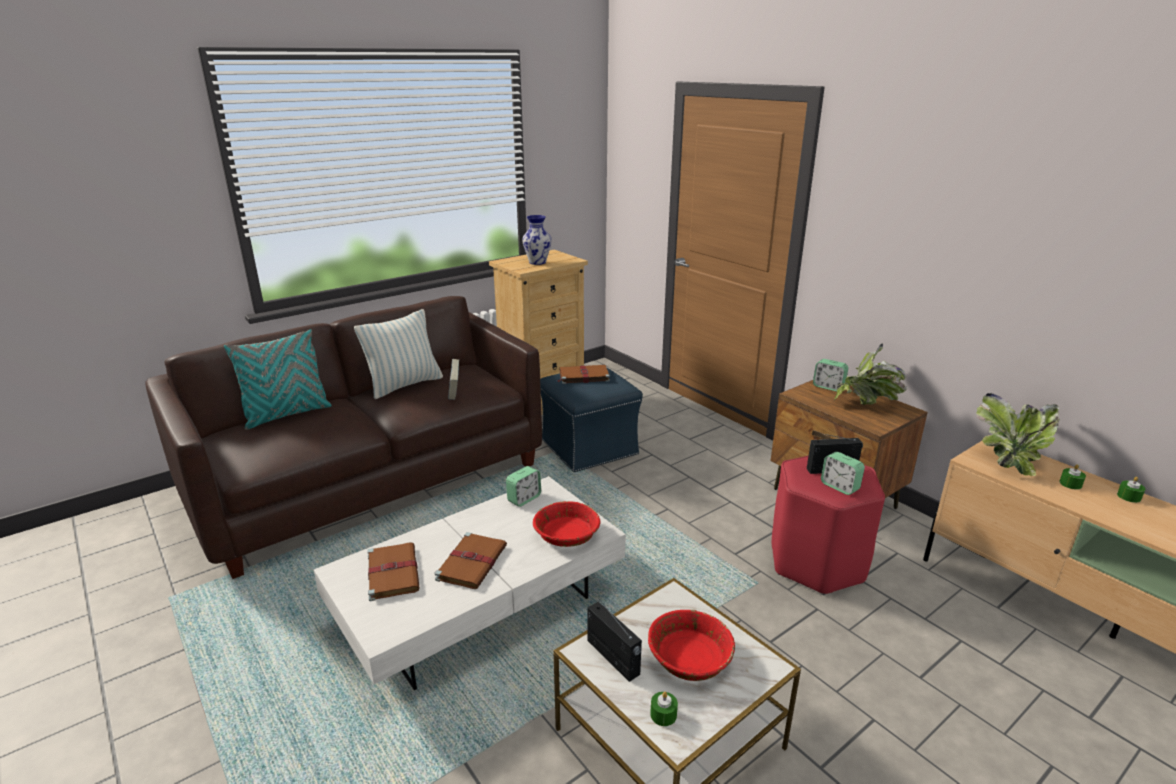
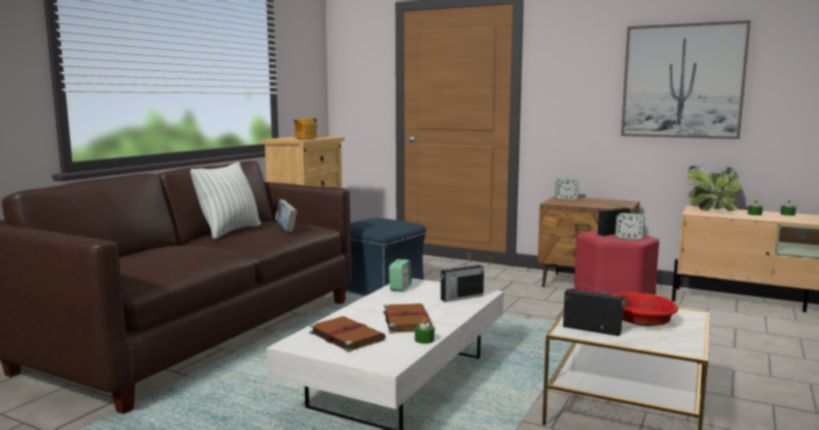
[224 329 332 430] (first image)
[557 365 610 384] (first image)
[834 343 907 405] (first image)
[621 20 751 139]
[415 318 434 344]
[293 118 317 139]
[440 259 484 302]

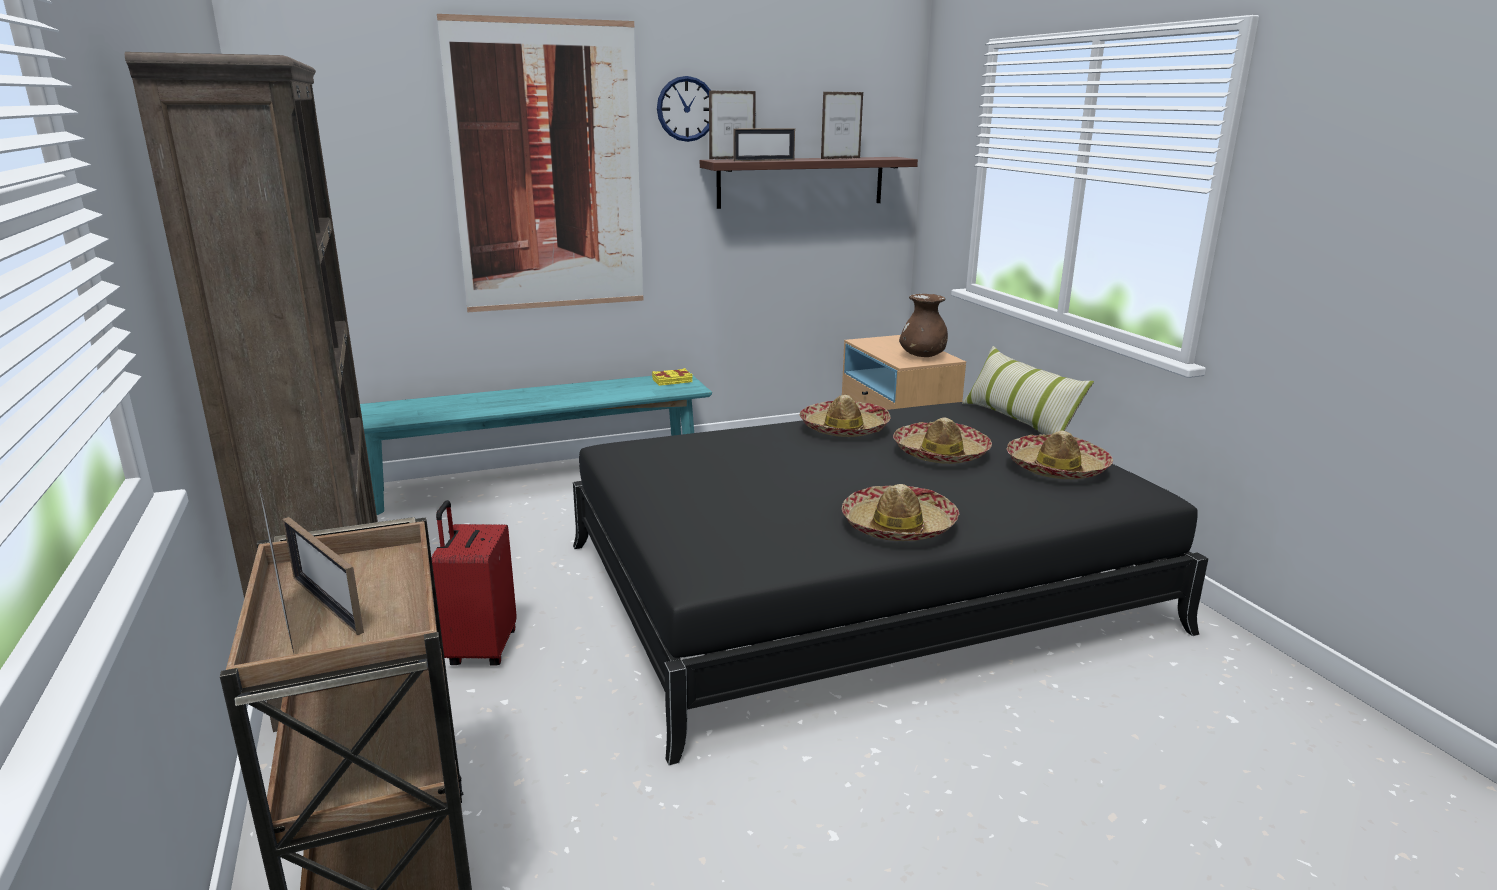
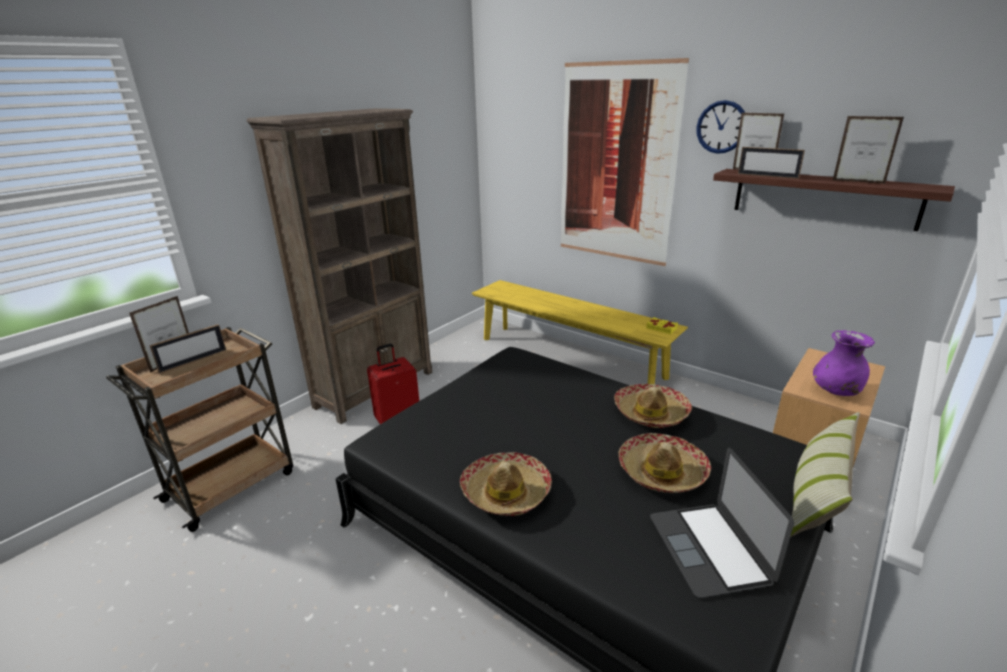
[650 448 794 598]
[472 280 688 384]
[813 330 875 396]
[149 324 226 373]

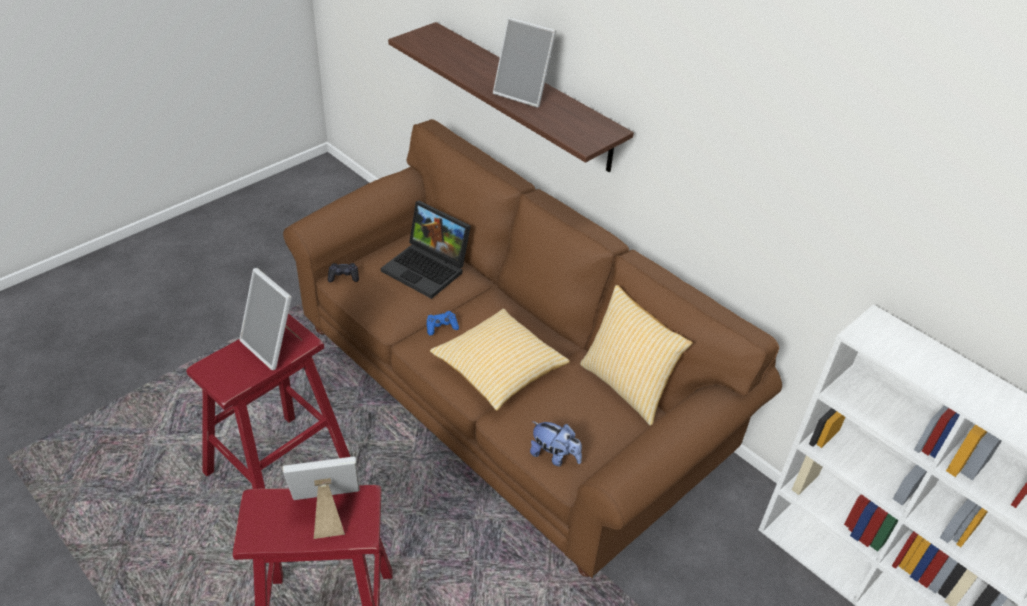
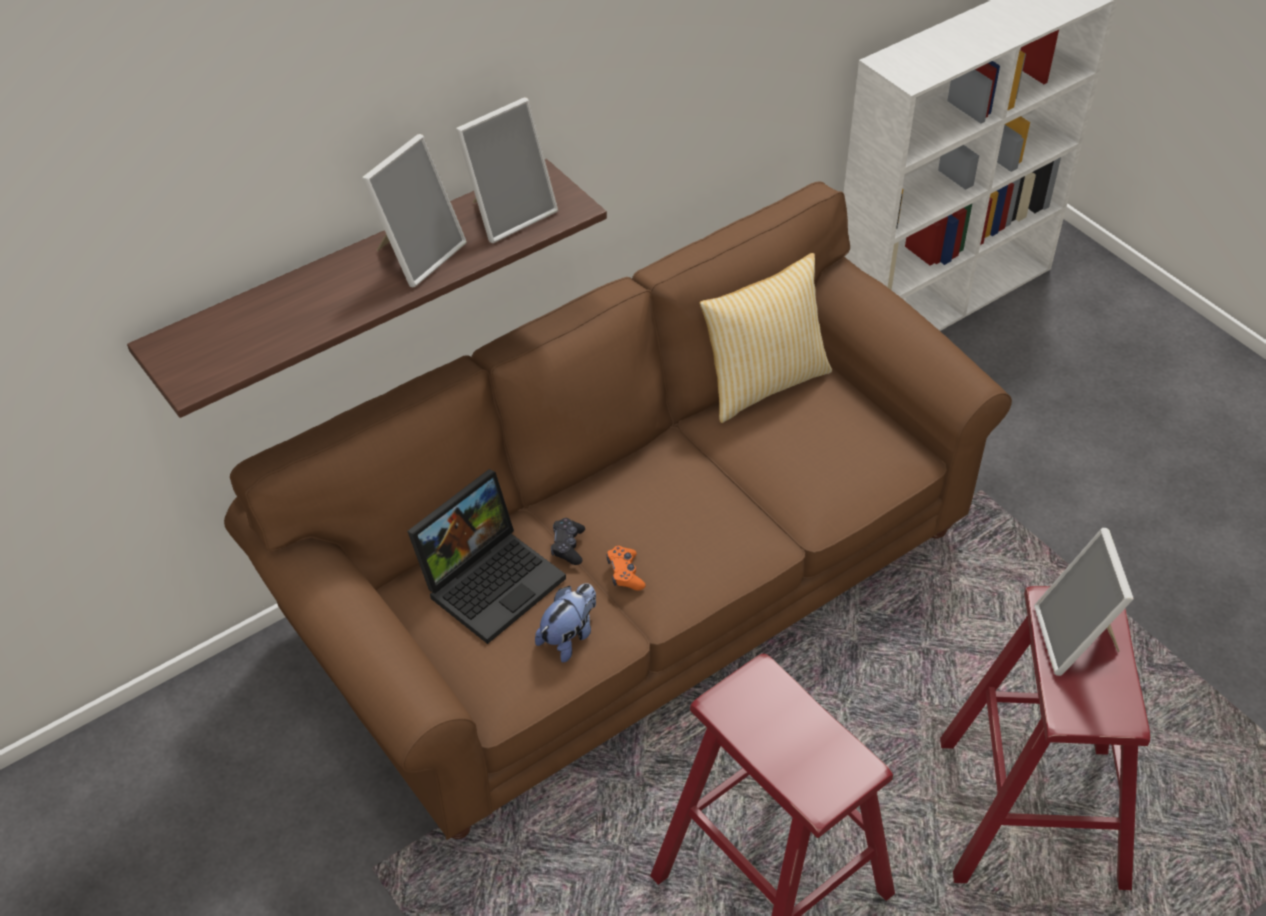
[430 309 570 410] (first image)
[456 97 558 243]
[551 518 585 565]
[535 583 596 662]
[606 546 645 590]

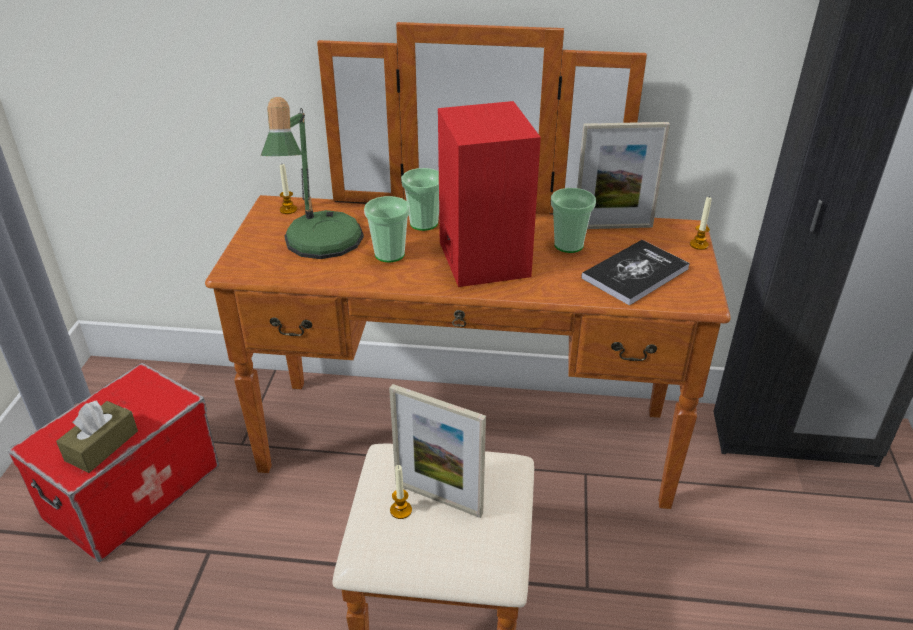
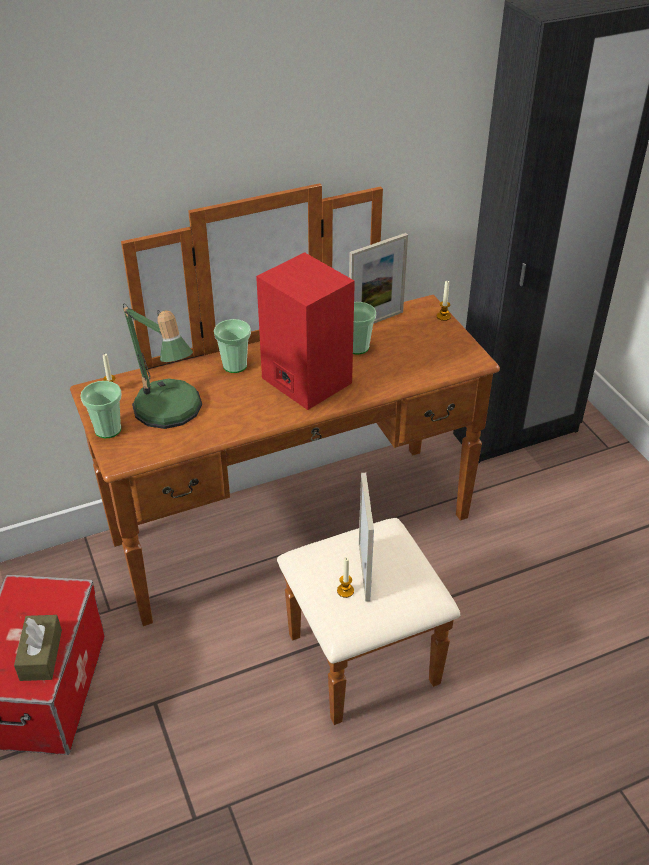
[581 240 690 306] (first image)
[81 381 122 438]
[359 473 374 602]

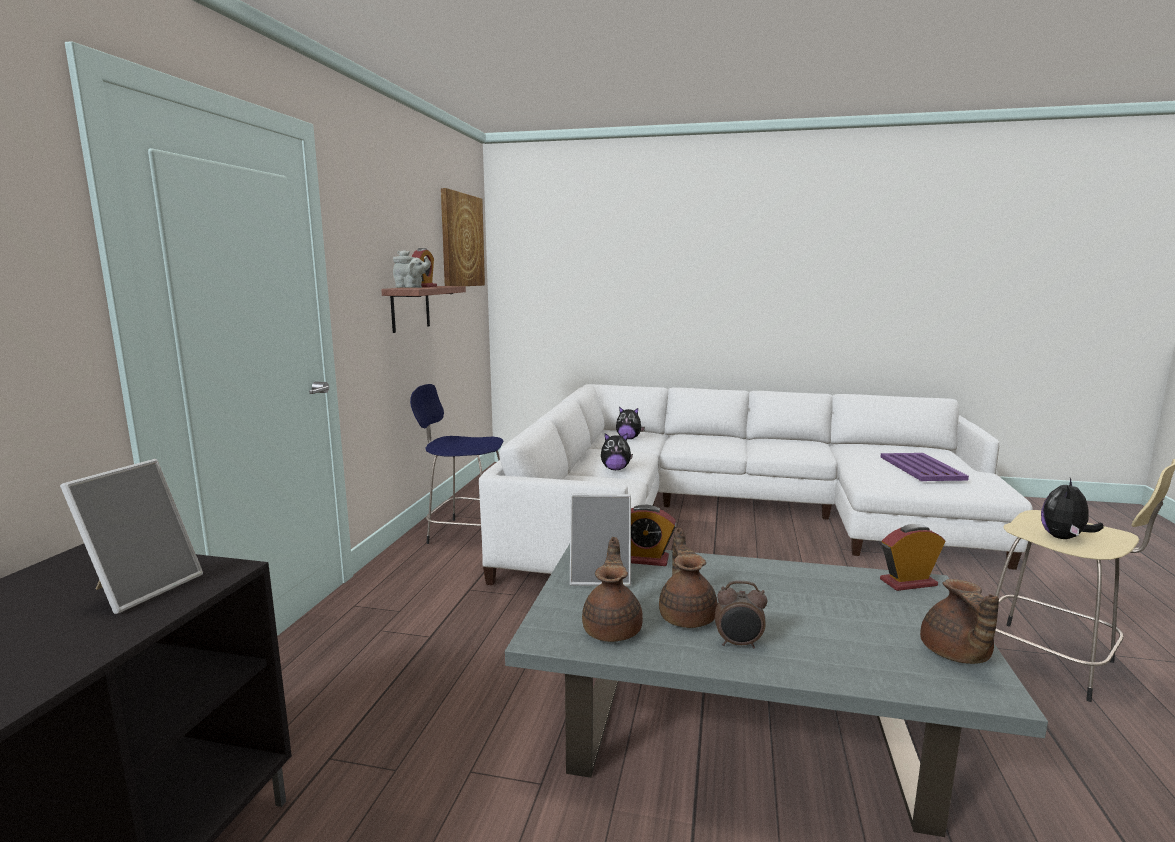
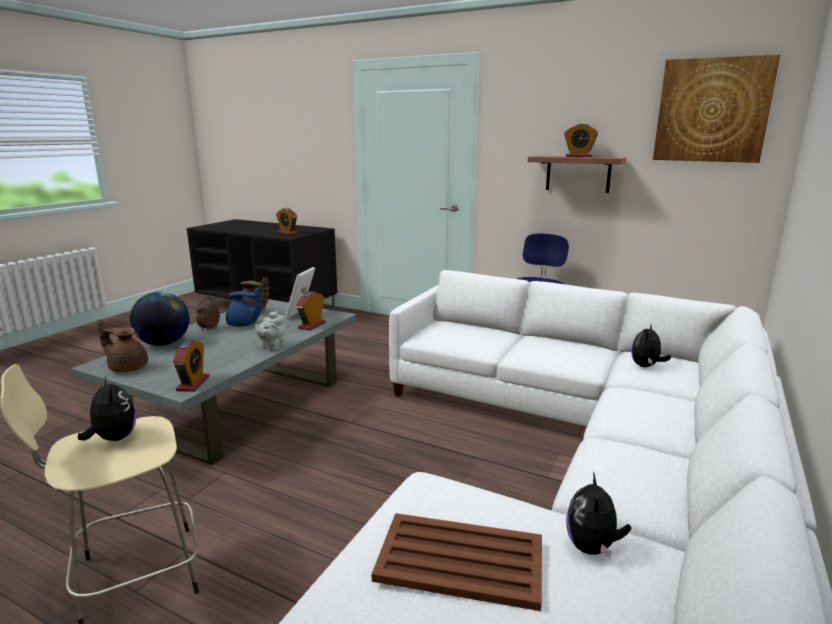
[130 292 190 346]
[255 311 286 351]
[566 472 631 559]
[276 208 298 235]
[226 286 262 327]
[372 513 542 611]

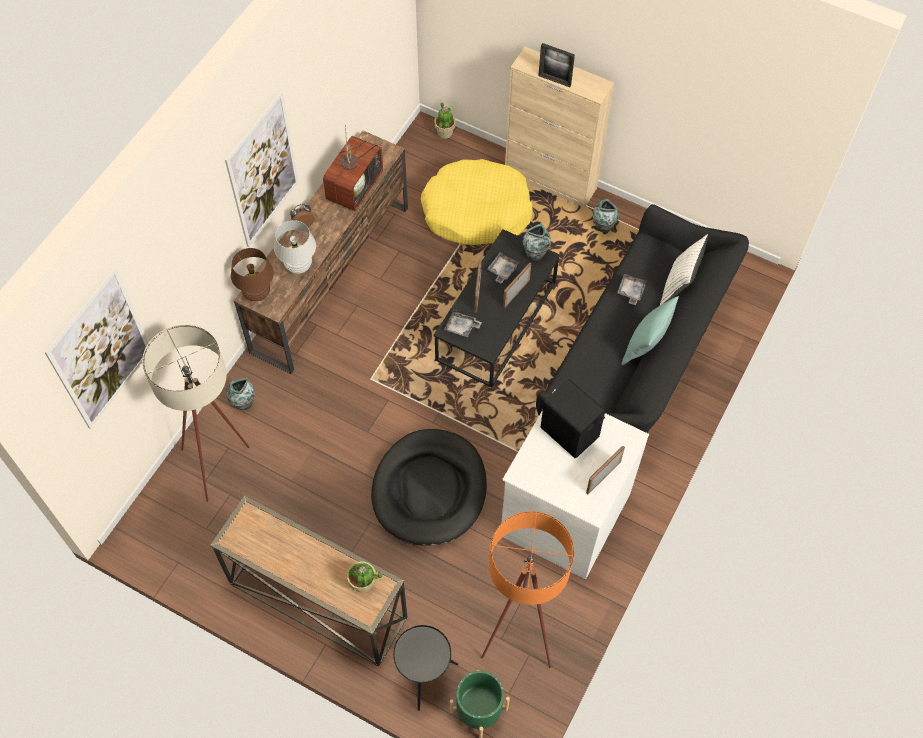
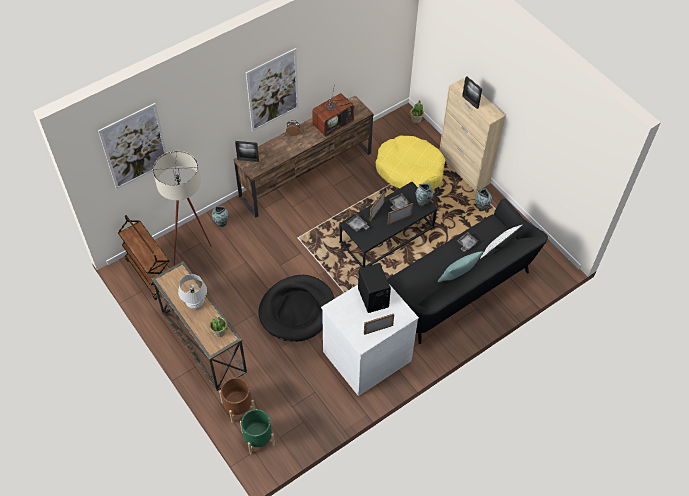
[481 511 574 668] (first image)
[118 215 170 300]
[178 274 207 309]
[235 141 259 162]
[219 377 255 423]

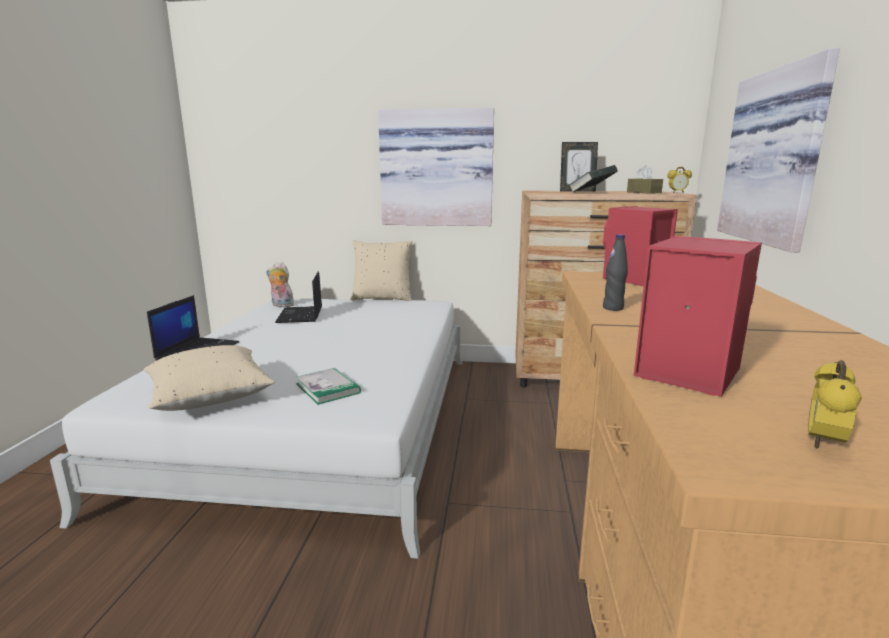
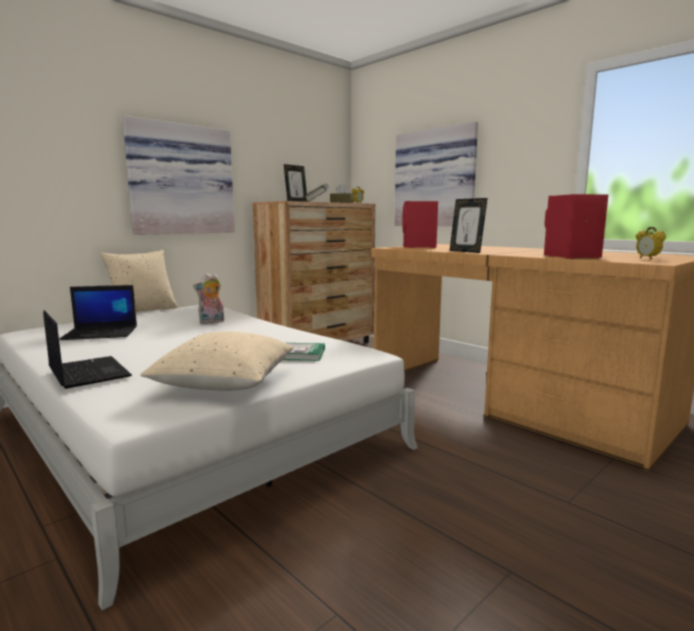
[193 273 224 324]
[450 198 488 253]
[59 285 137 340]

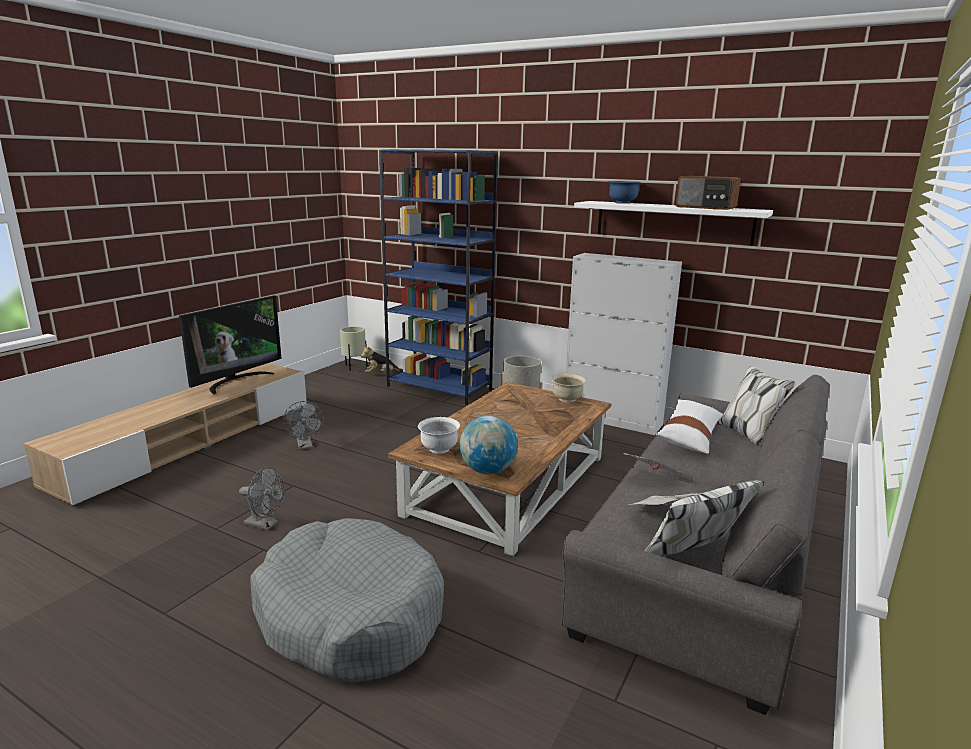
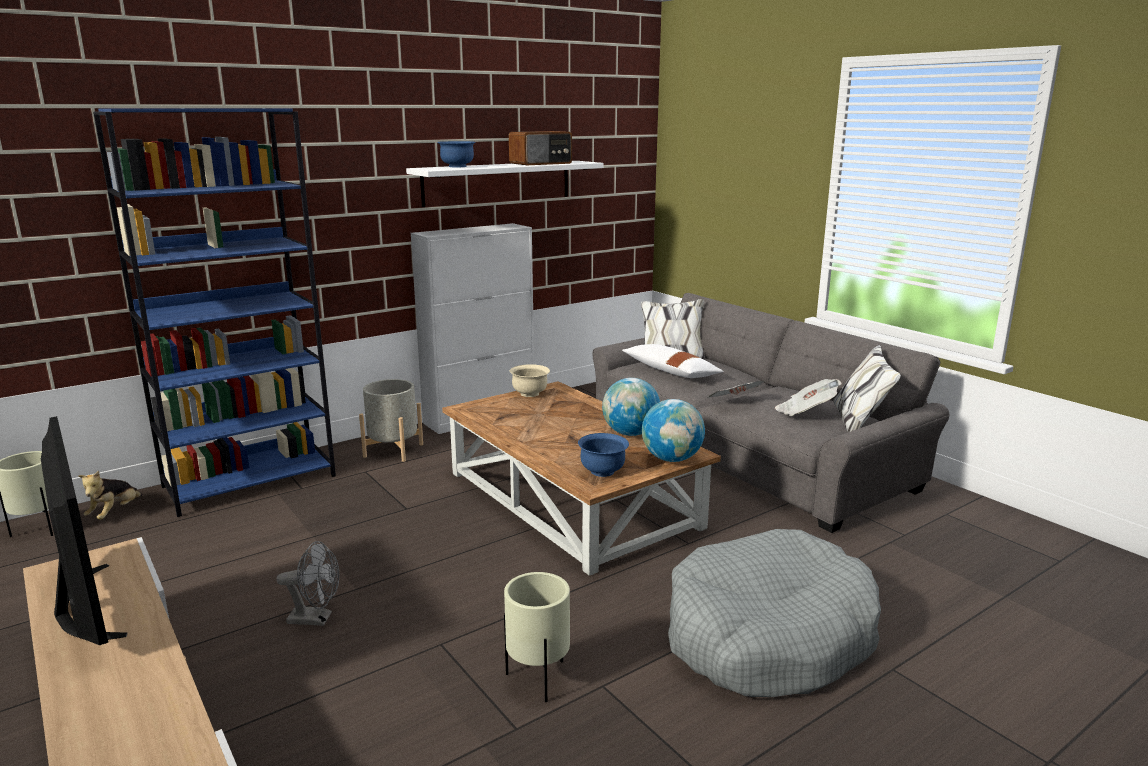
[602 378 660 436]
[504 572 570 702]
[578 433 629 477]

